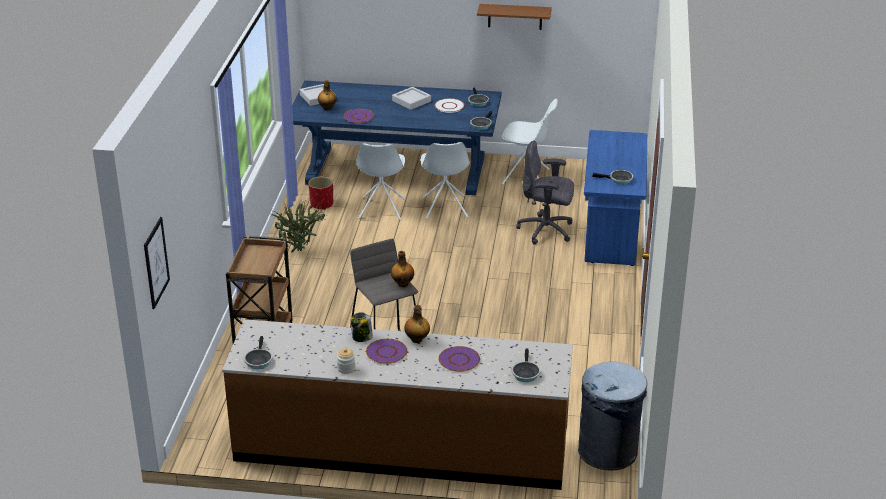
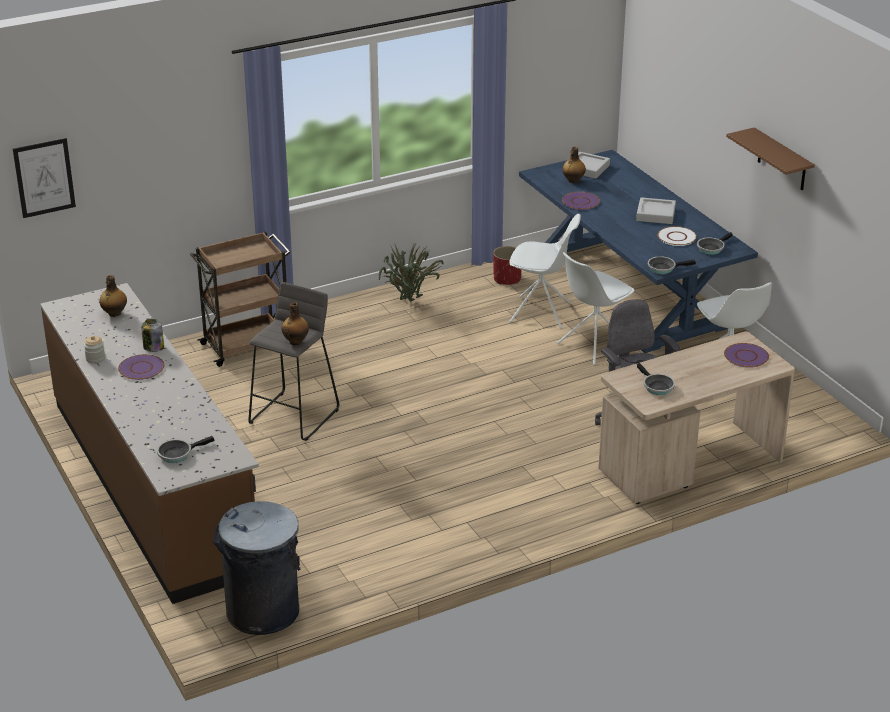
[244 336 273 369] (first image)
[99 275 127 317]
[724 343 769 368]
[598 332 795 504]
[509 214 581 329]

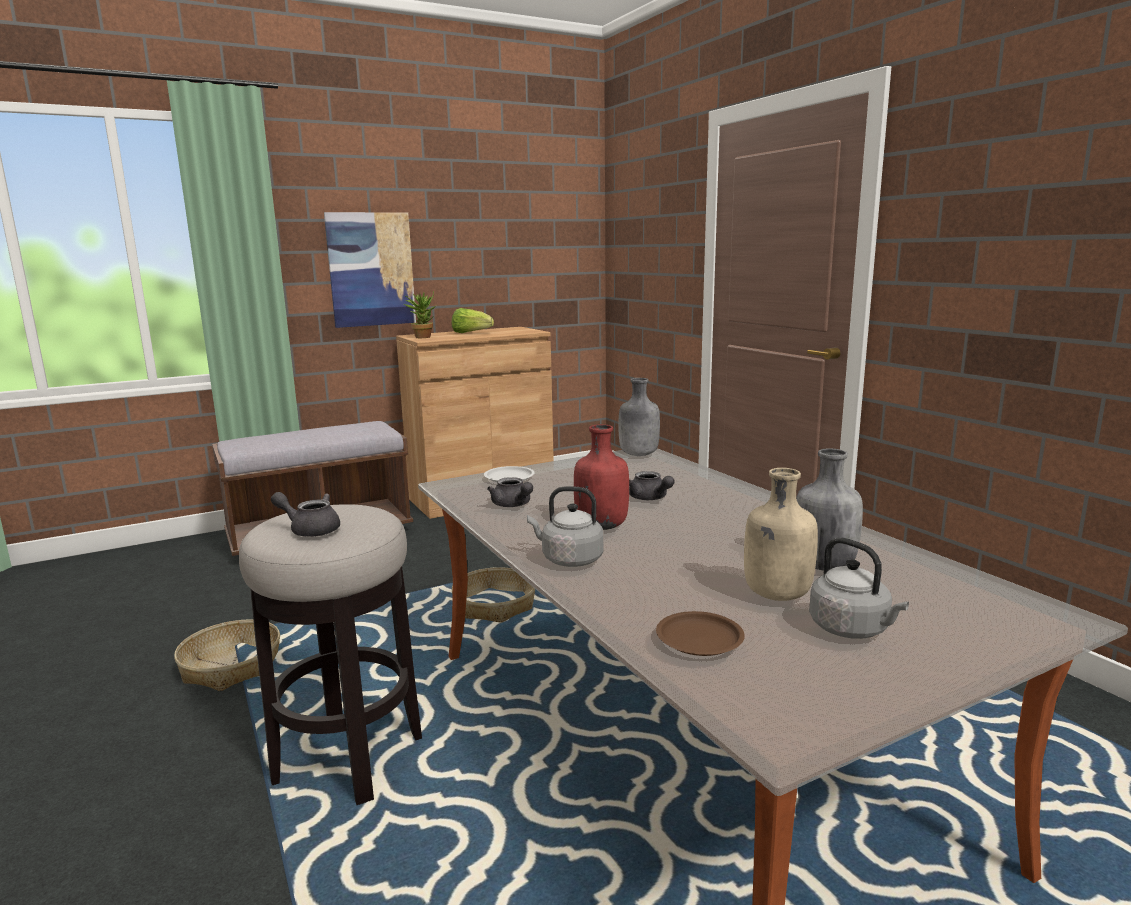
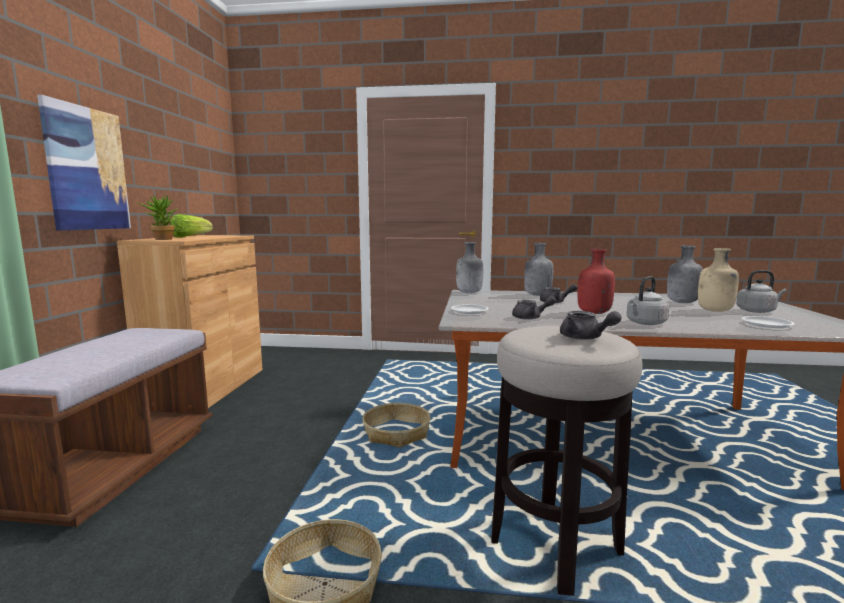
[524 243 553 296]
[742 316 795 328]
[560 311 622 340]

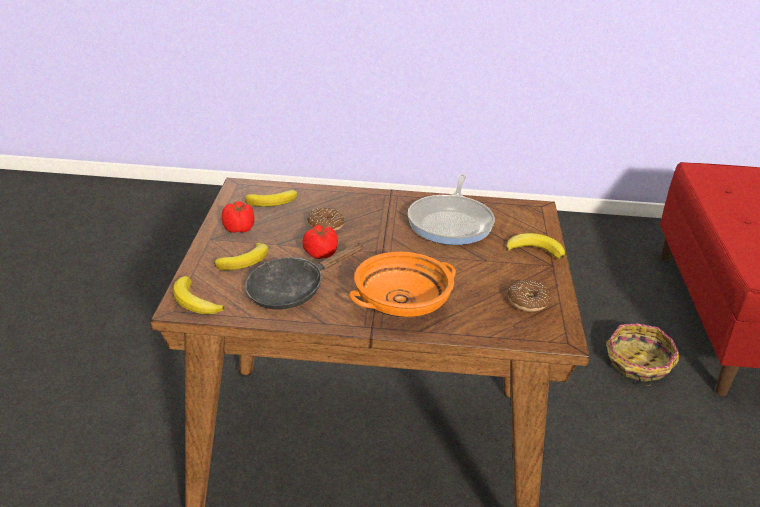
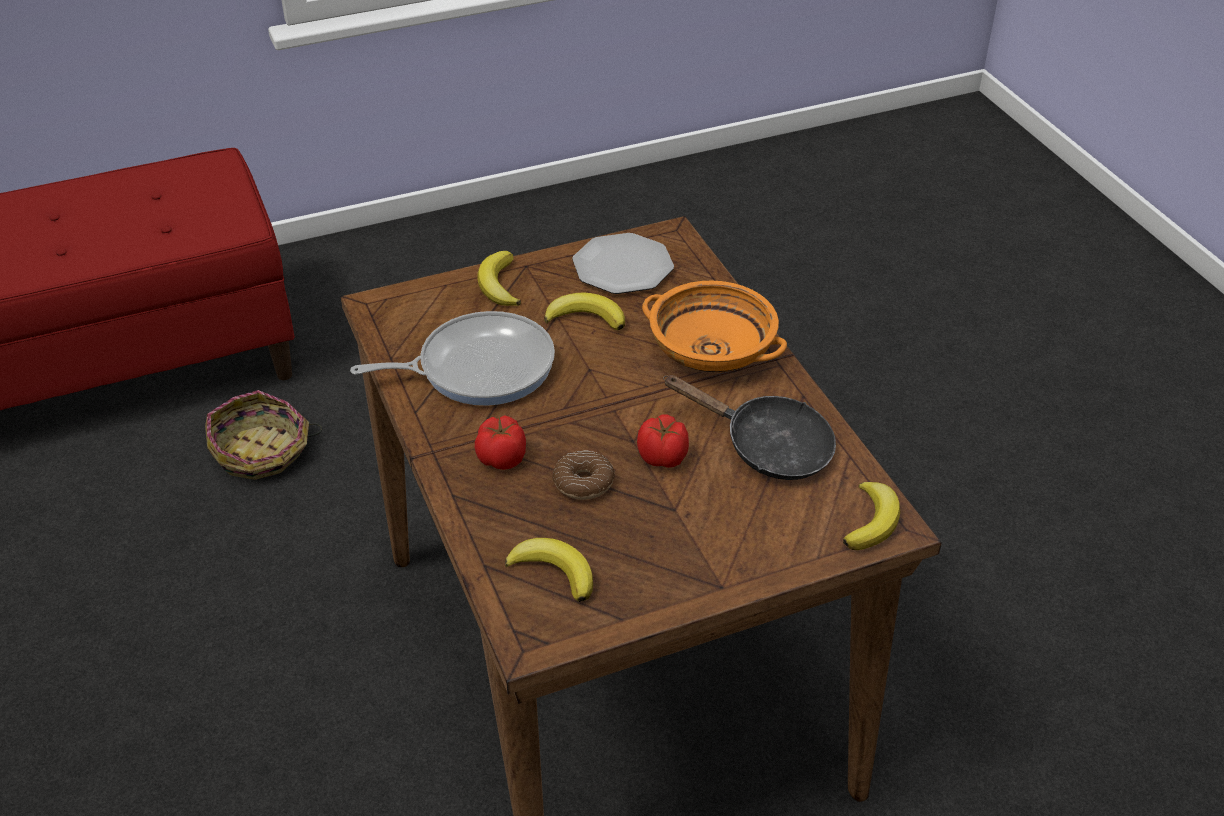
[544 292 625 331]
[474 415 526 470]
[572 233 674 294]

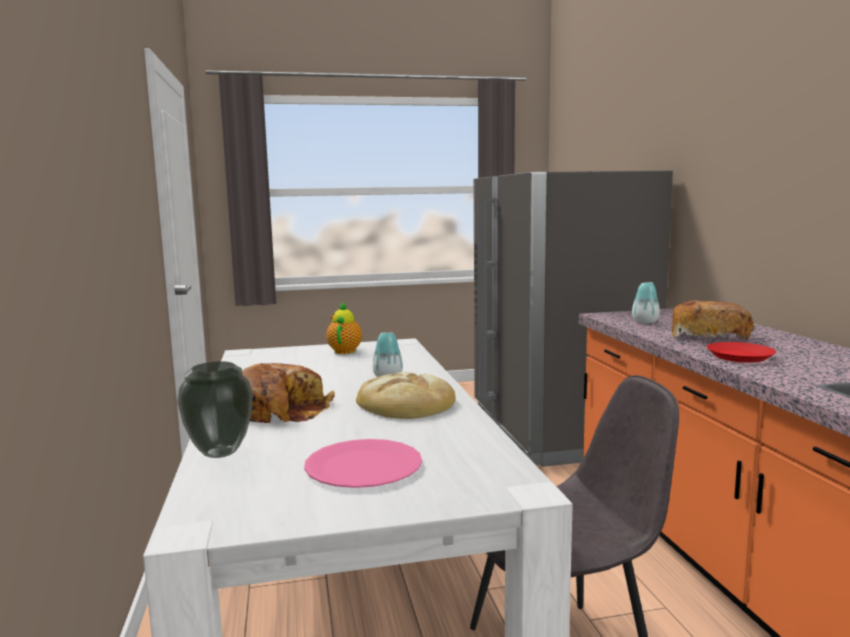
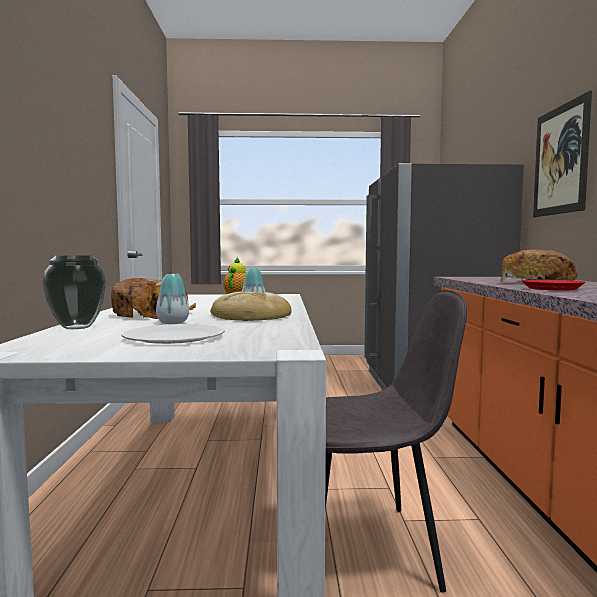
[533 91 592 217]
[156 274 189 324]
[122 324 225 344]

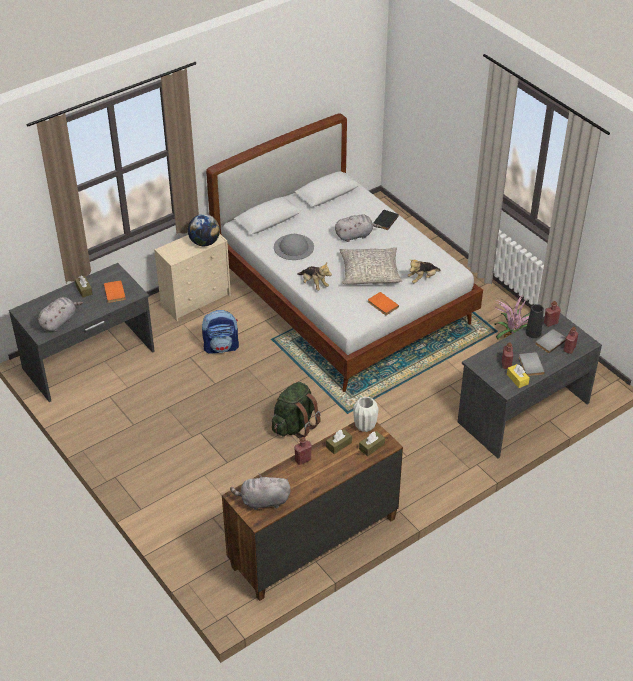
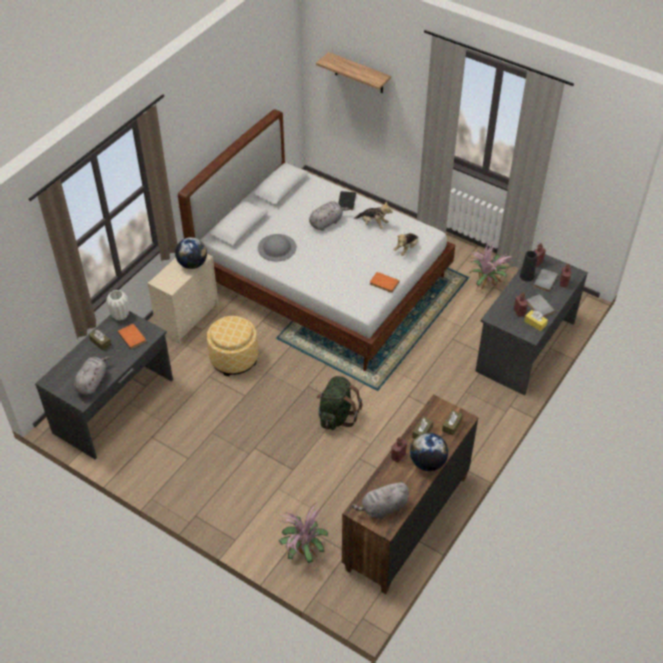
[339 247 402 285] (first image)
[279 503 328 563]
[316 52 391 93]
[410 433 448 471]
[354 201 393 229]
[106 290 129 320]
[207 316 258 376]

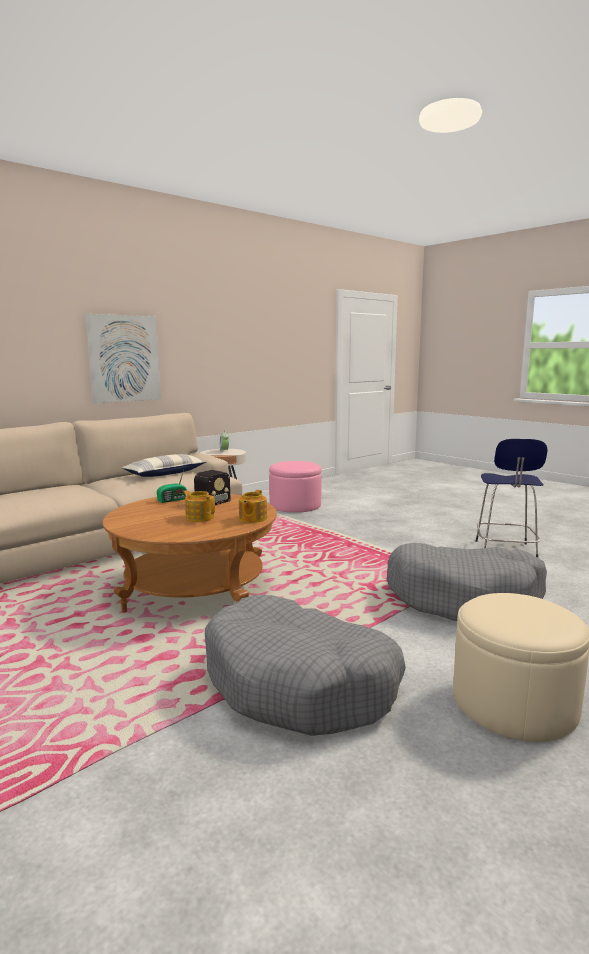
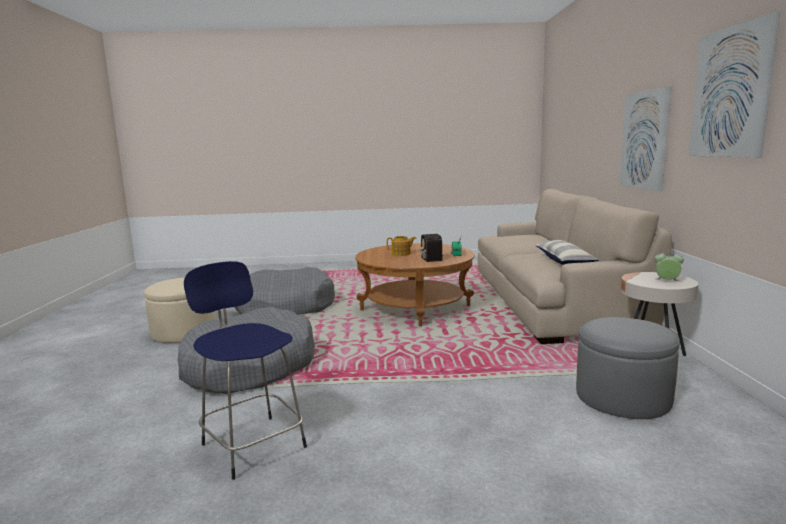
[239 490 267 523] (first image)
[689 11 780 158]
[576 317 680 419]

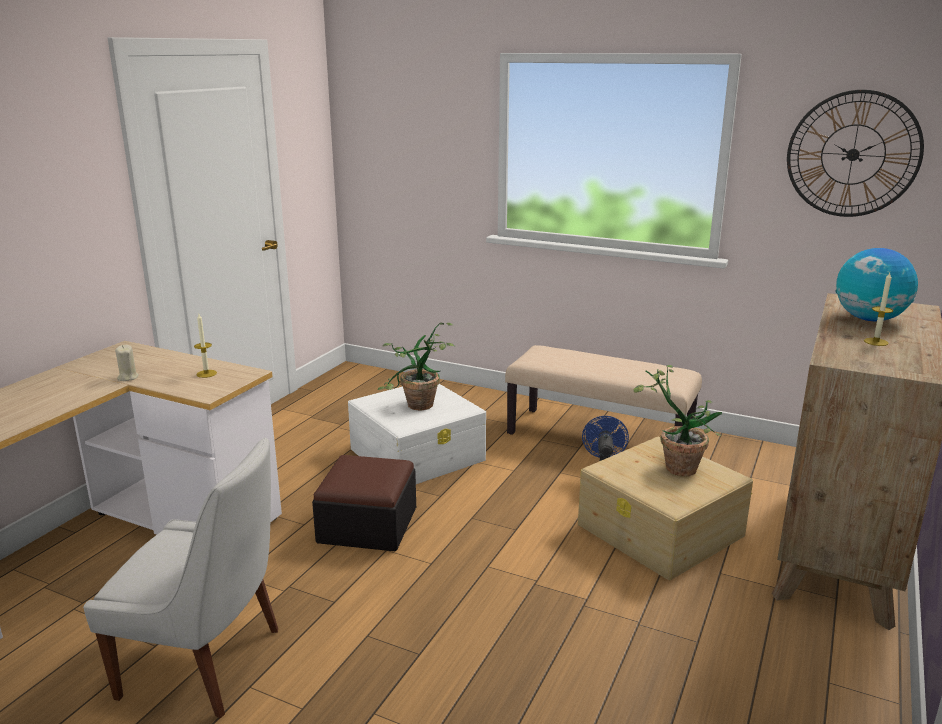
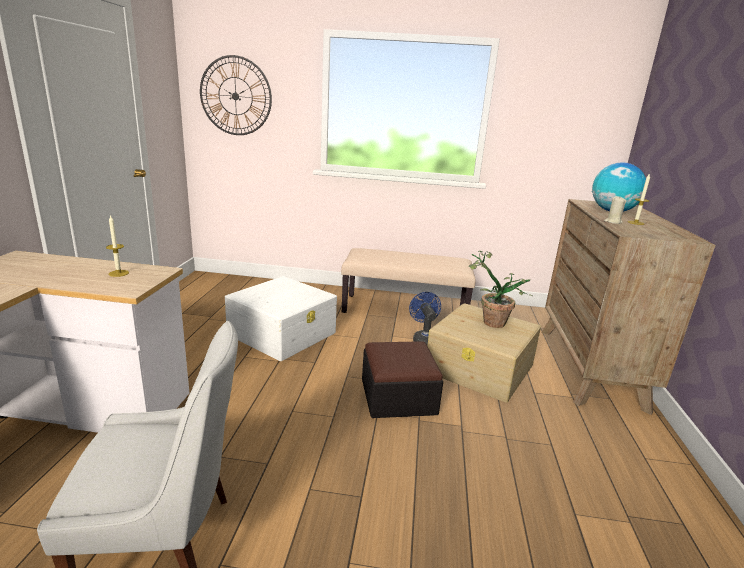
[378 323 454 411] (first image)
[604 196 627 224]
[362 341 443 418]
[200 55 272 135]

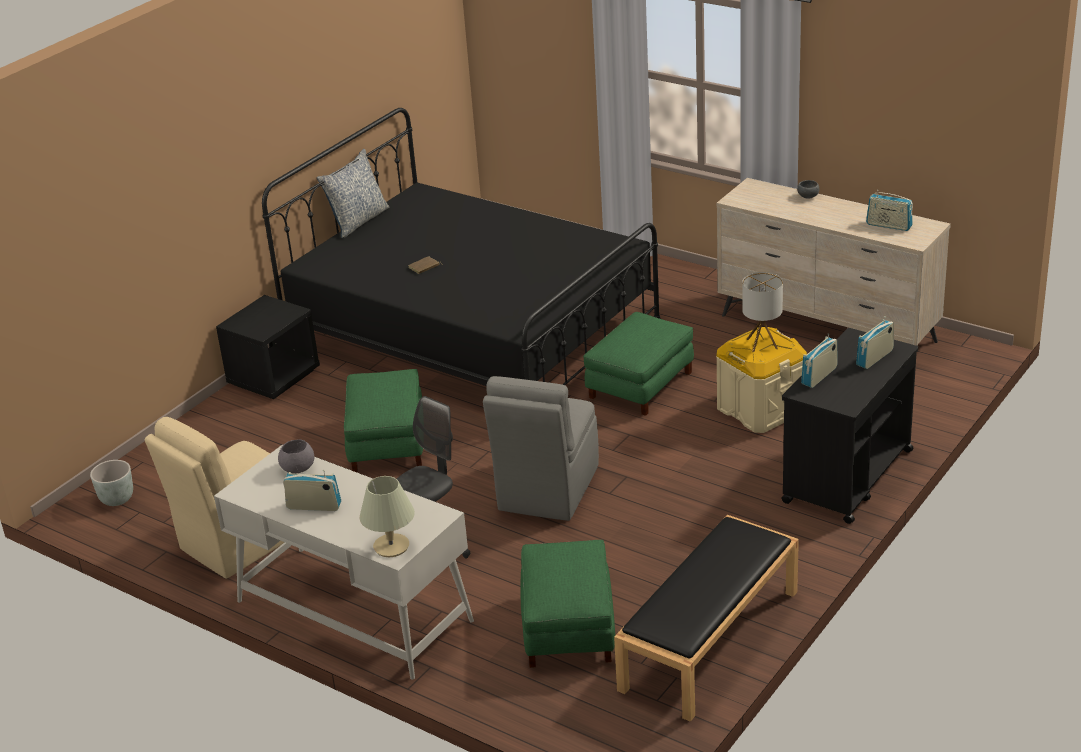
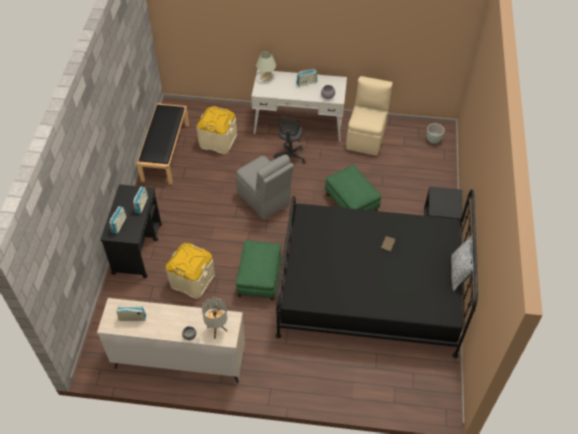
[202 297 227 339]
[197 106 237 154]
[236 155 294 219]

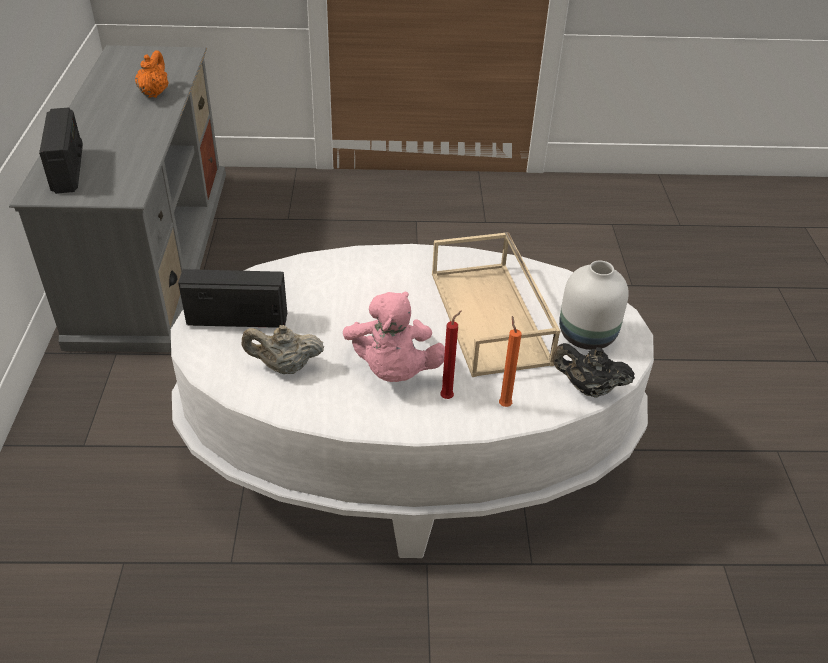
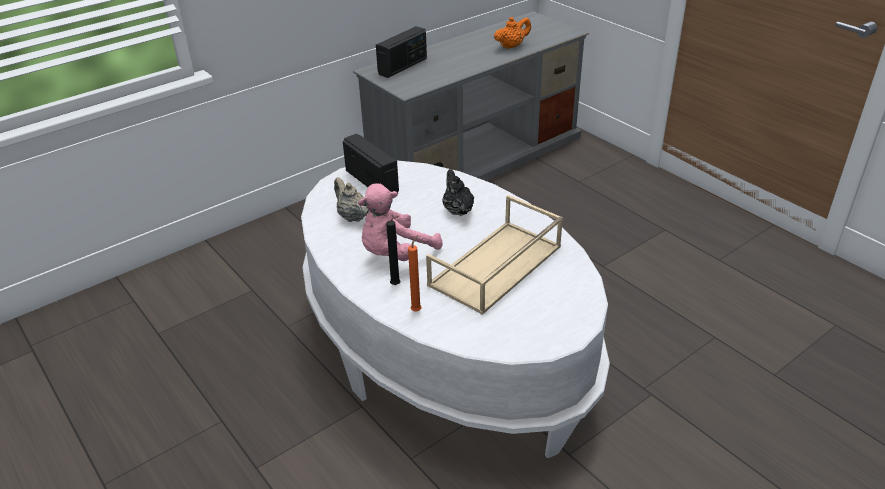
[559 261 629 350] (first image)
[442 169 474 216]
[386 216 400 285]

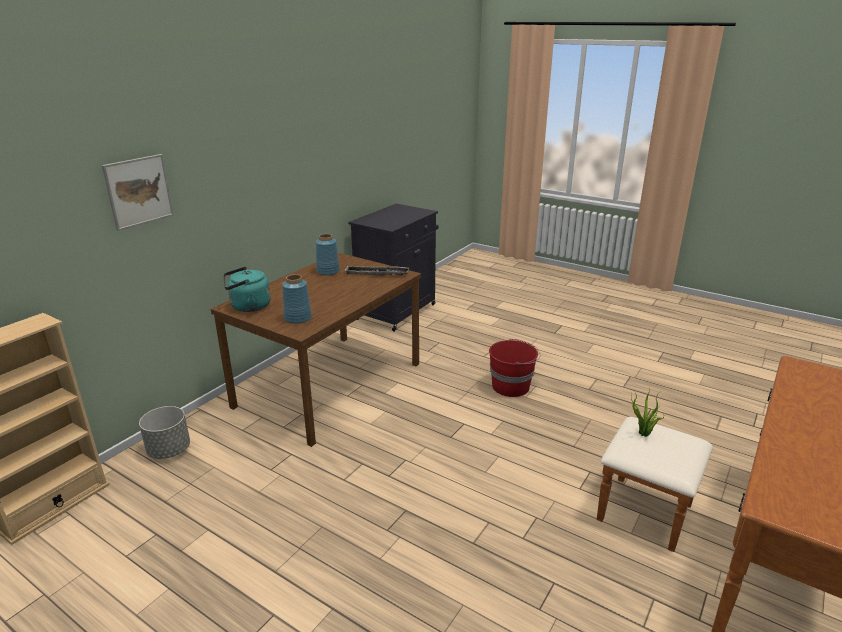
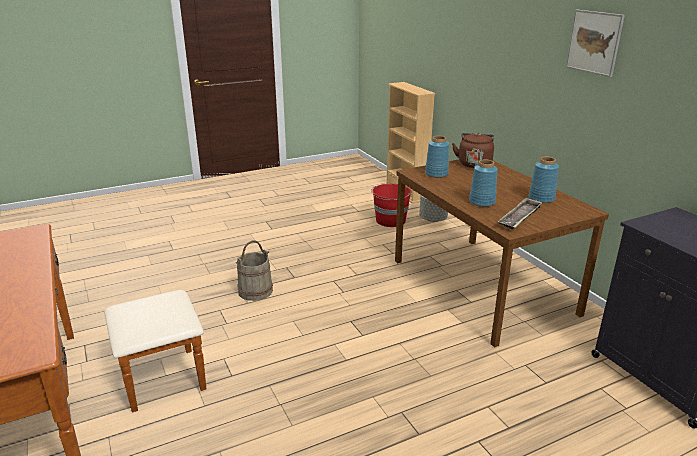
[631 391 664 437] (first image)
[236 240 273 301]
[469 159 498 207]
[566 10 625 77]
[371 184 411 227]
[452 133 494 168]

